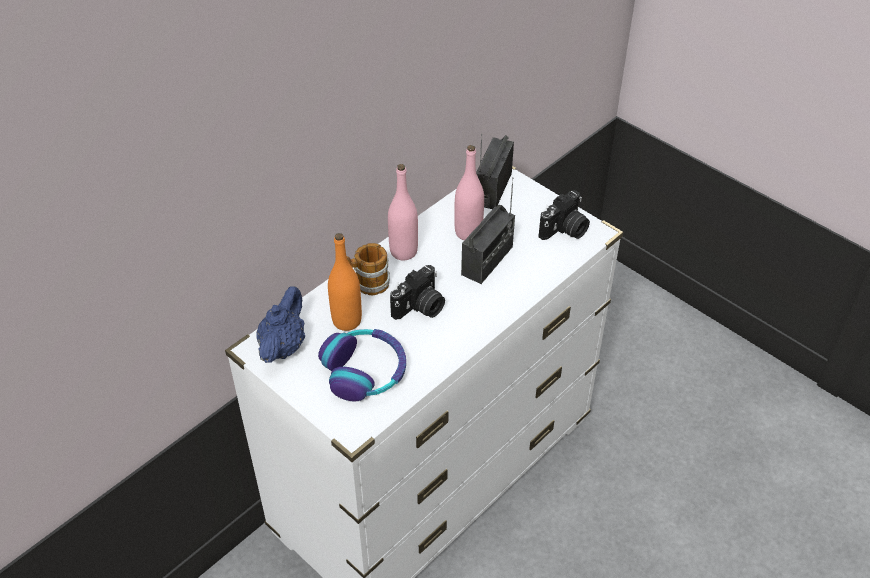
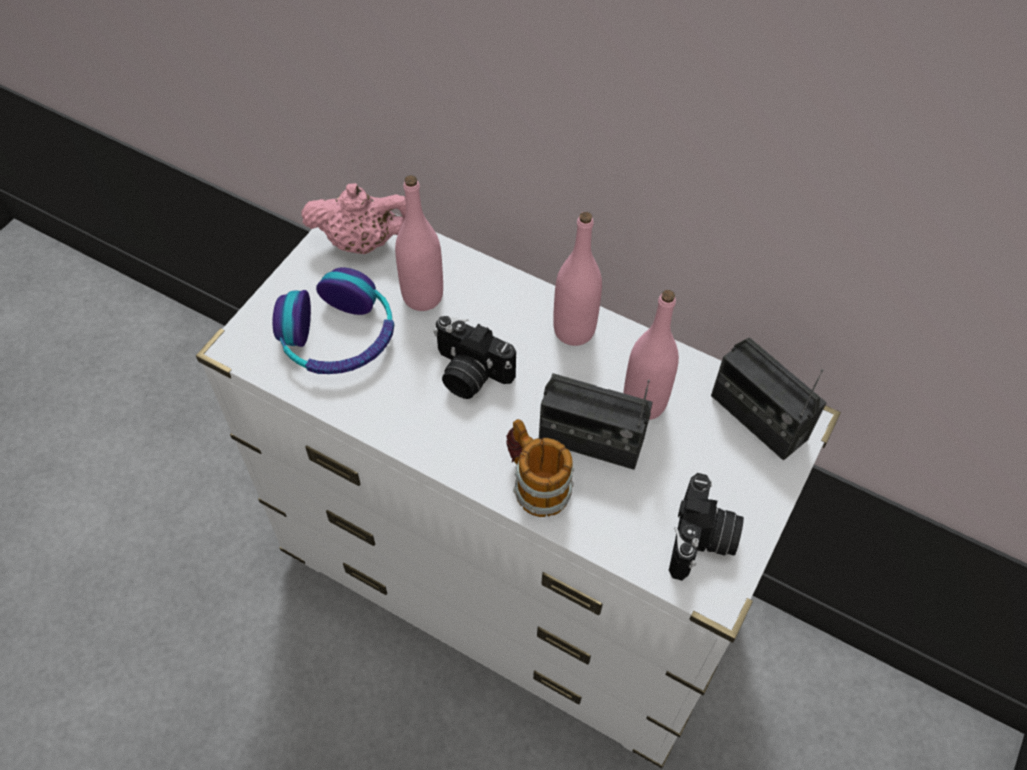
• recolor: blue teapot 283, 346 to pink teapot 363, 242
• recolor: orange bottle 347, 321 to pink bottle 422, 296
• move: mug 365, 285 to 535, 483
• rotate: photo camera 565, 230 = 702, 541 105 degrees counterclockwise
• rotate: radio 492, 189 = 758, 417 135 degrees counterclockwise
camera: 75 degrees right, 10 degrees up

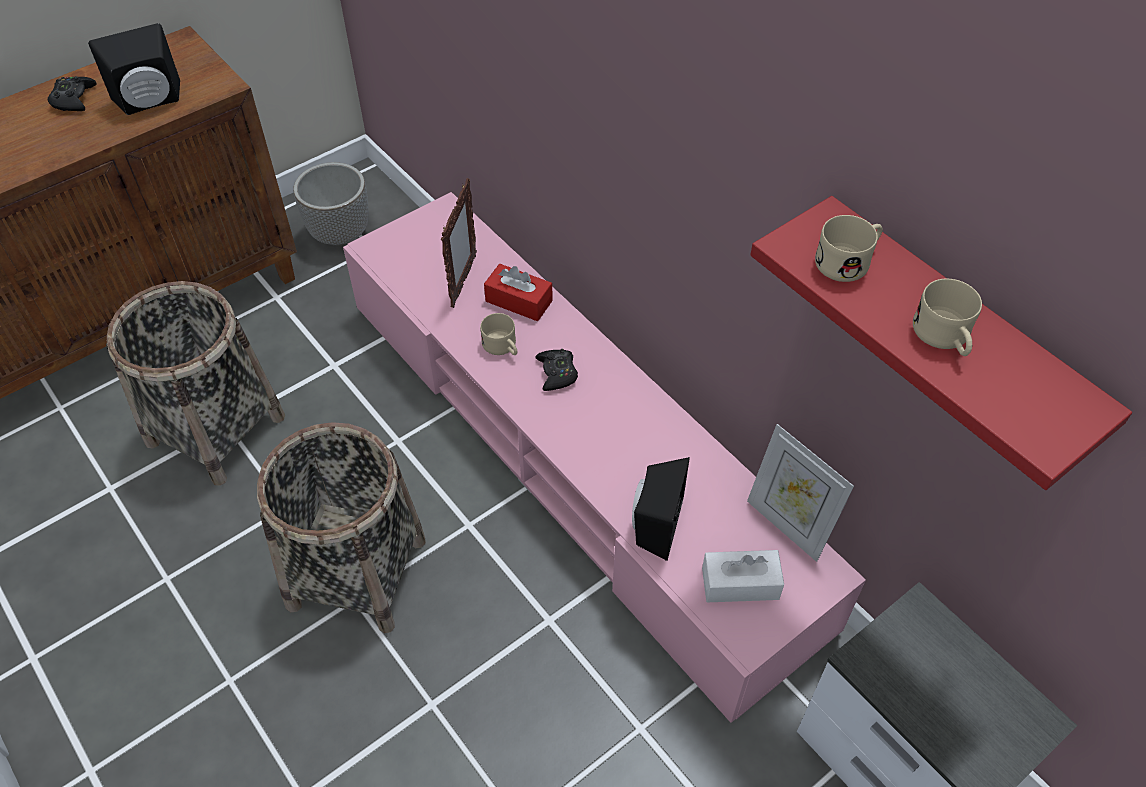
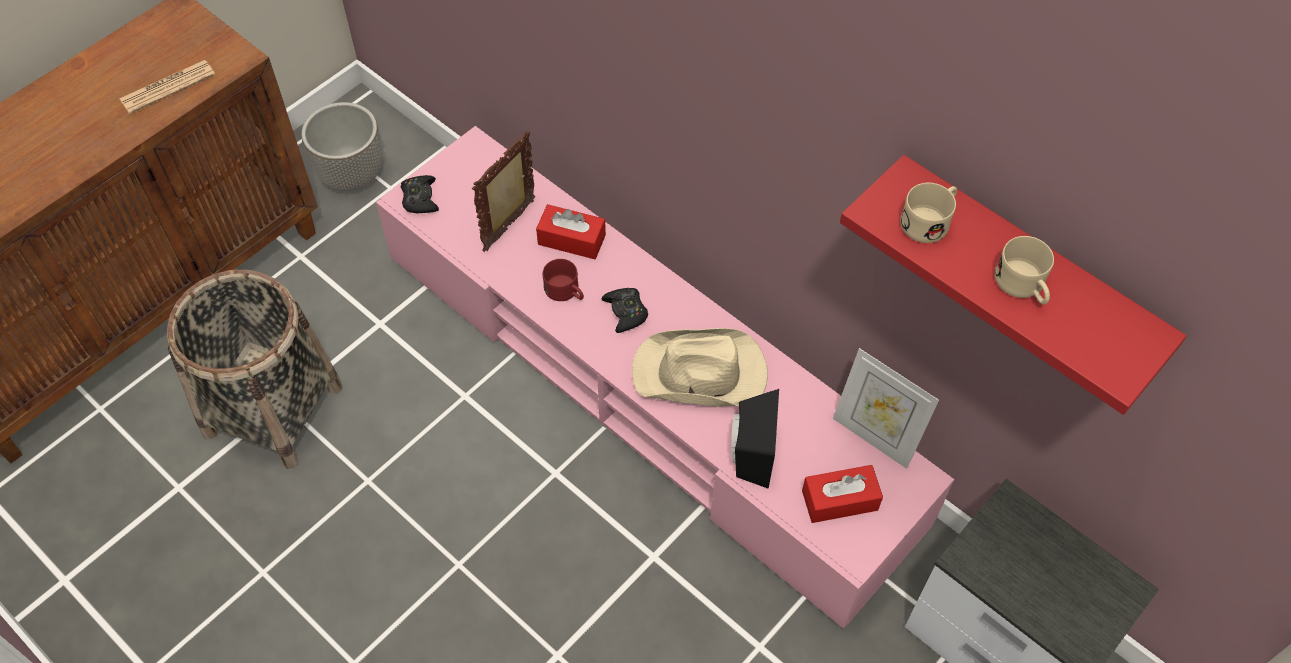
• replace: black speaker 151, 103 to newspaper 168, 87
• move: black game controller 74, 99 to 420, 198
• rotate: picture frame 463, 281 = 510, 225 150 degrees counterclockwise
• recolor: beige mug 502, 347 to red mug 566, 292
• insert: beige hat 701, 374
• recolor: white tissue box 740, 583 to red tissue box 839, 500
• delete: basket 356, 572
camera: 10 degrees left, 5 degrees up

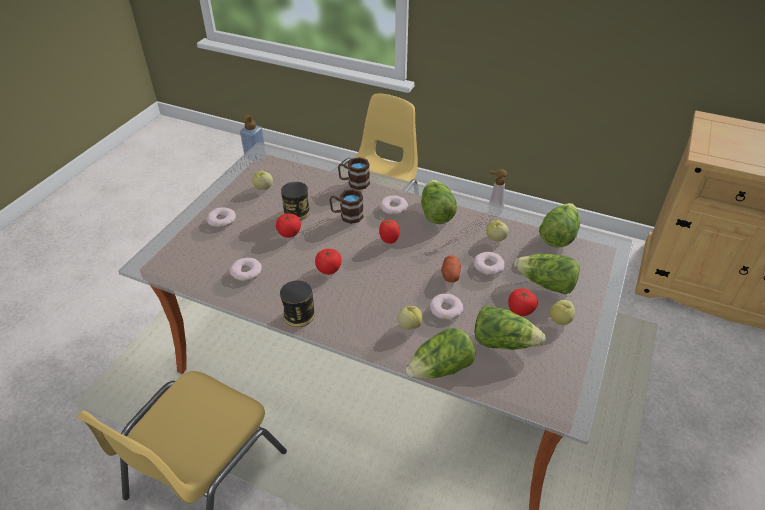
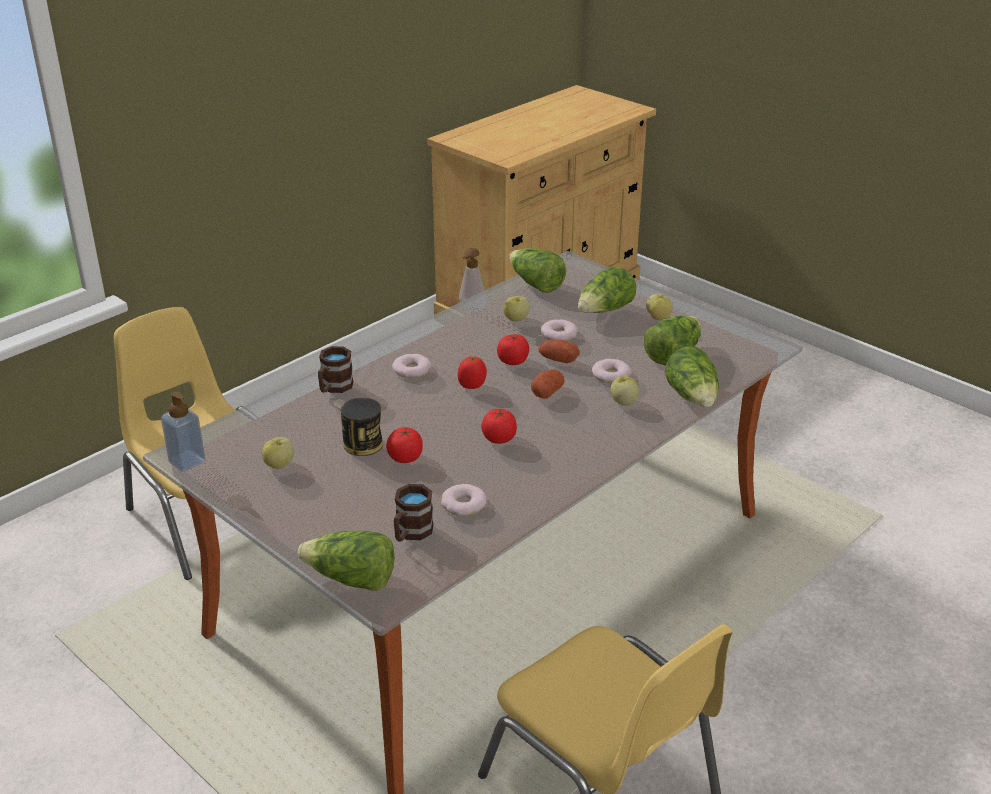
• move: lettuce 436, 212 to 351, 579
• move: brown mug 347, 216 to 410, 533
• move: tomato 520, 310 to 513, 361
• insert: potato 547, 392
• delete: donut 221, 220
• delete: can 299, 315
camera: 70 degrees left, 10 degrees down

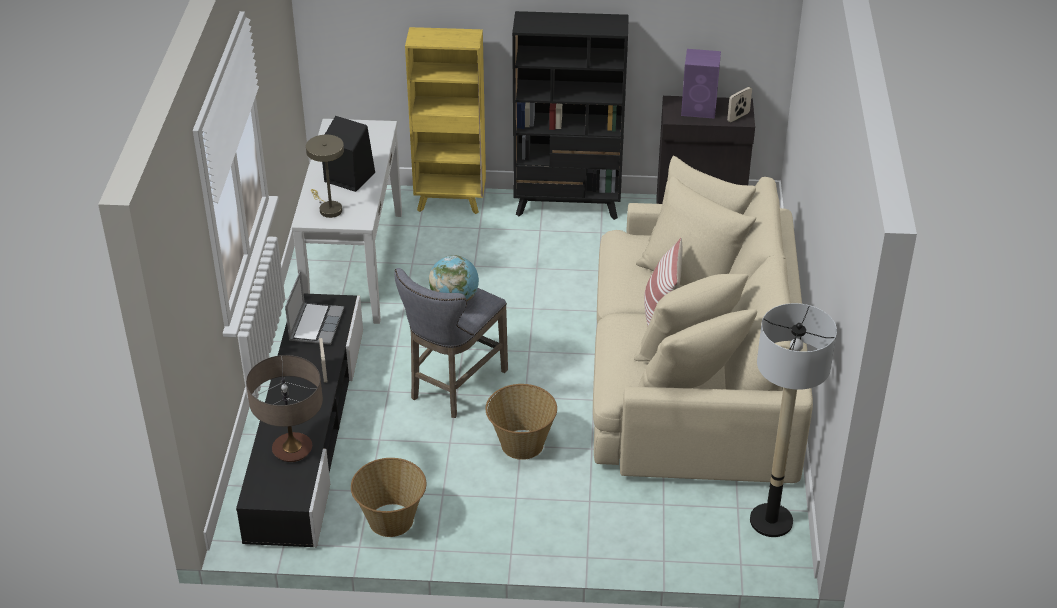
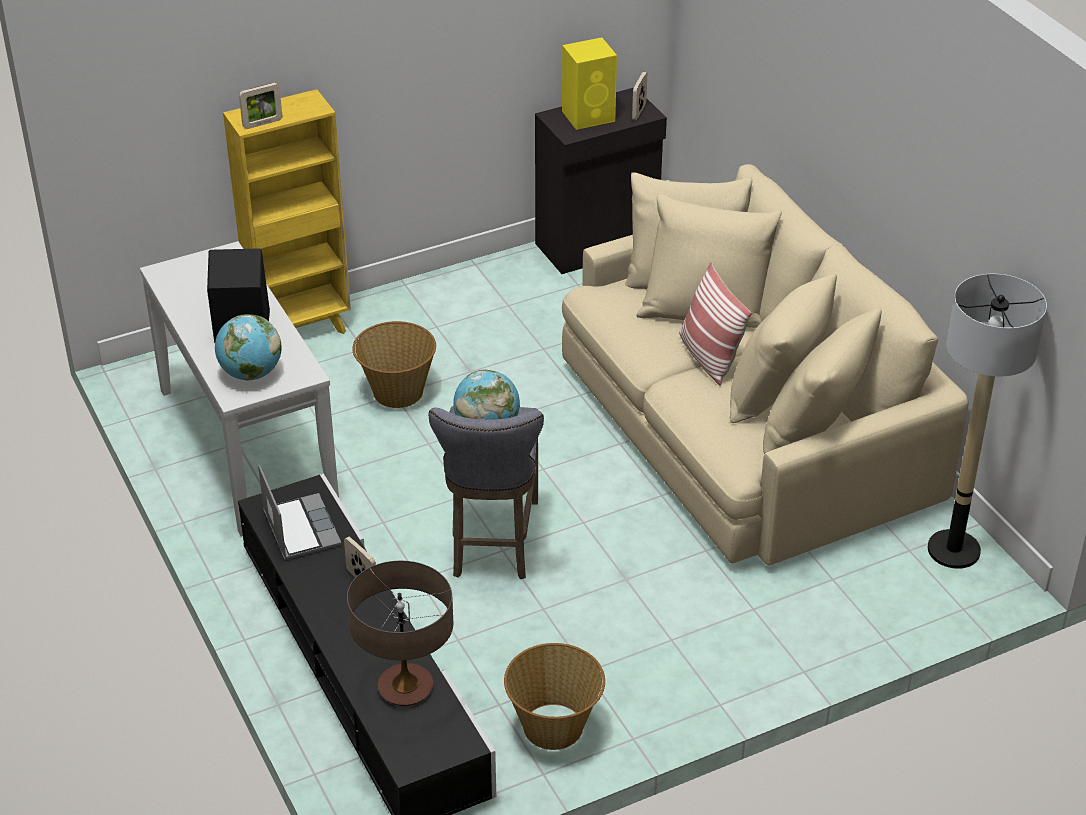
• replace: beige table lamp 328, 208 to globe 250, 373
• insert: picture frame 262, 123
• move: basket 521, 444 to 397, 392
• recolor: purple speaker 699, 109 to yellow speaker 589, 116
• delete: black bookcase 568, 205
camera: 30 degrees left, 0 degrees up

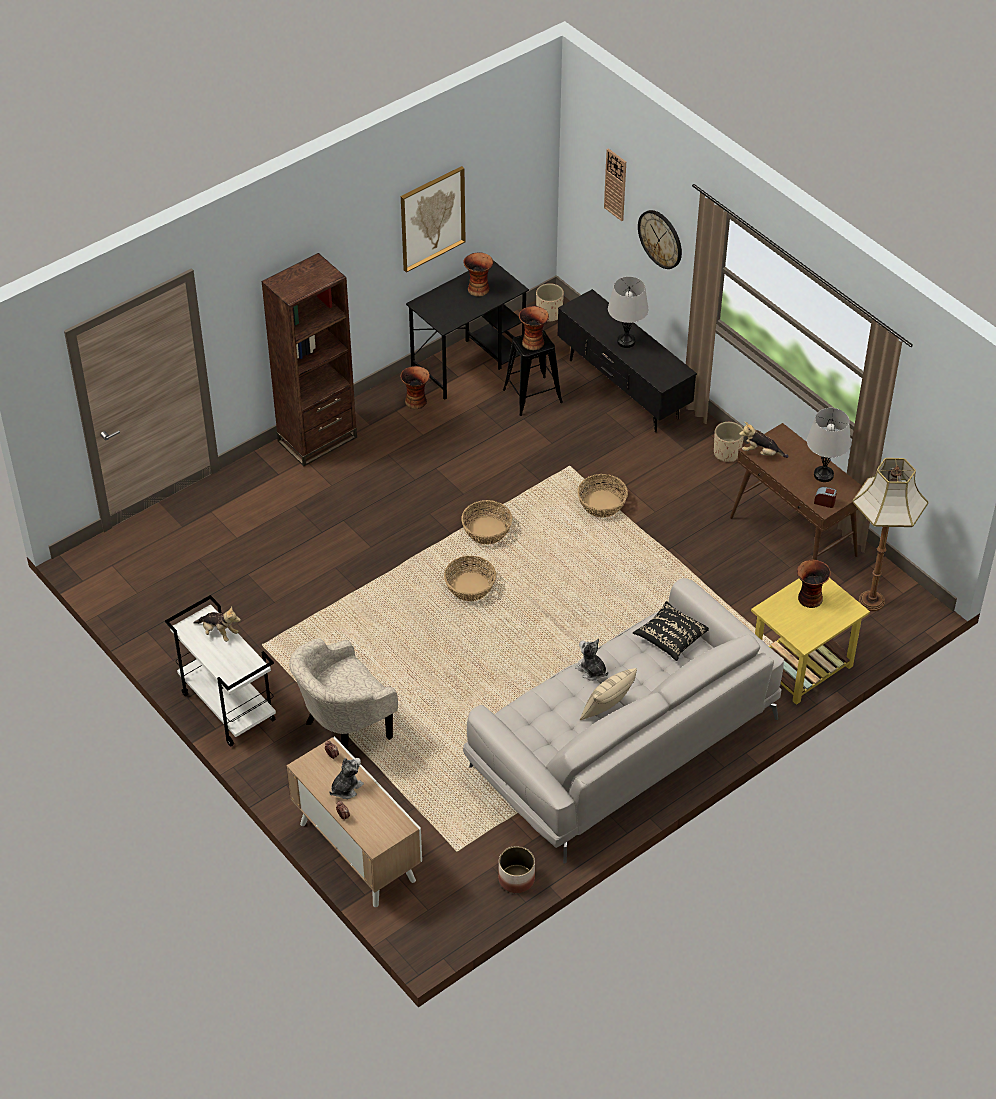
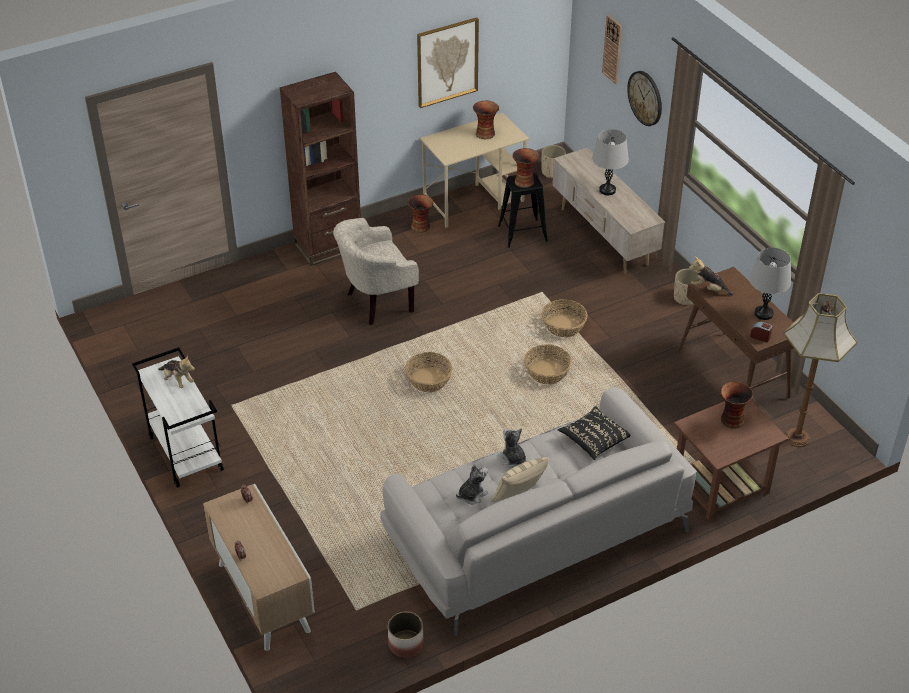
• move: beige armchair 344, 732 to 376, 303
• recolor: black desk 469, 362 to beige desk 474, 201
• move: plush toy 346, 788 to 472, 495
• move: basket 487, 530 to 547, 372
• recolor: black tv stand 623, 389 to beige tv stand 603, 237
• recolor: yellow side table 801, 666 to brown side table 719, 486
camera: 10 degrees right, 5 degrees down

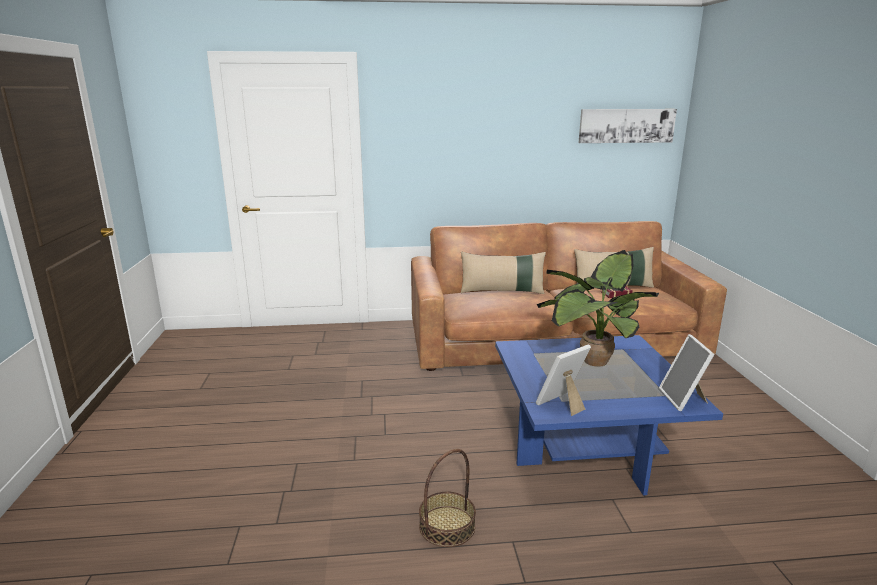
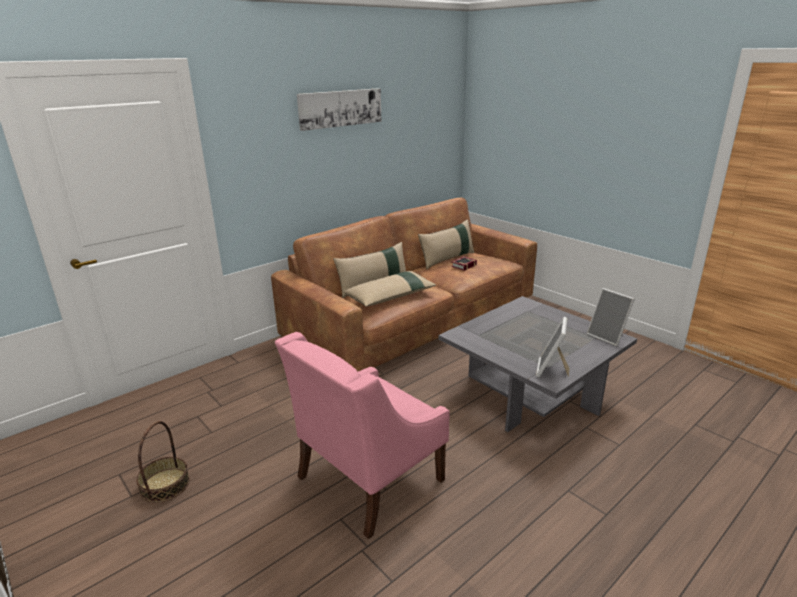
• move: basket 447, 526 to 165, 485
• insert: pink armchair 368, 478
• move: picture 626, 125 to 340, 108
• insert: beige pillow 391, 296
• recolor: blue coffee table 587, 444 to grey coffee table 530, 394
• delete: potted plant 590, 361
camera: 35 degrees left, 5 degrees up

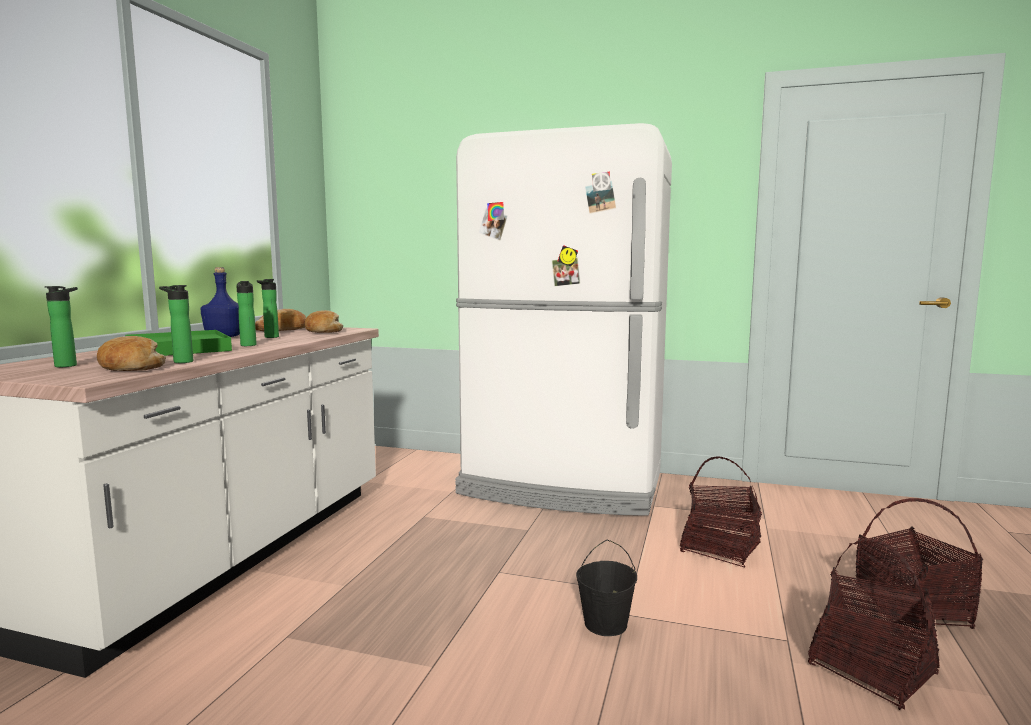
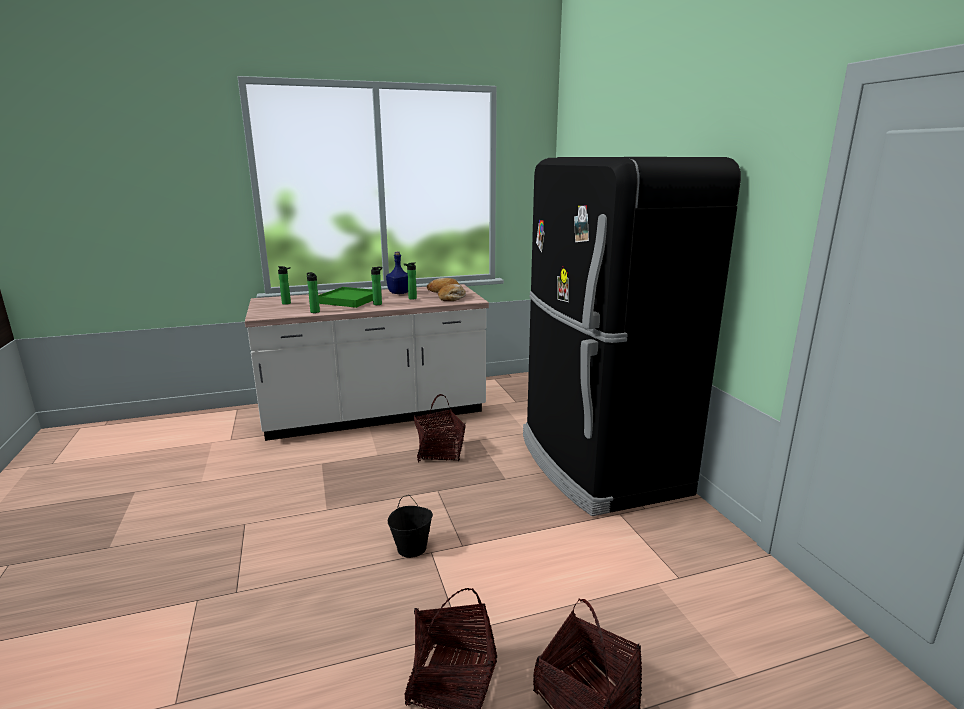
• move: basket 720, 548 to 439, 452
• recolor: white fridge 563, 485 to black fridge 598, 464
• delete: bread 130, 368
camera: 55 degrees right, 10 degrees up

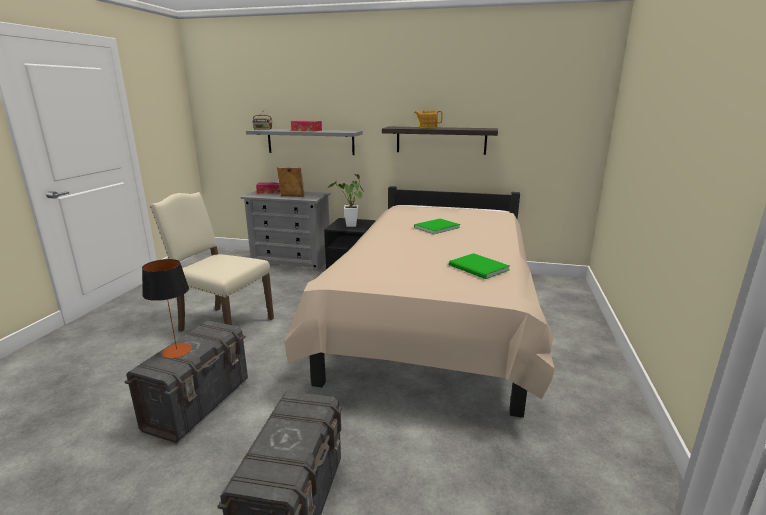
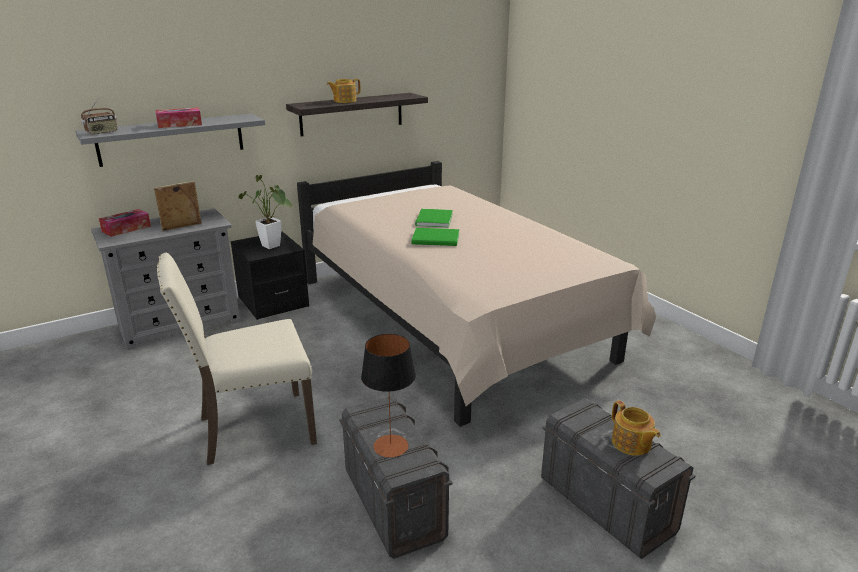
• move: green book 479, 268 to 437, 239
• insert: teapot 631, 444
camera: 45 degrees left, 5 degrees up

